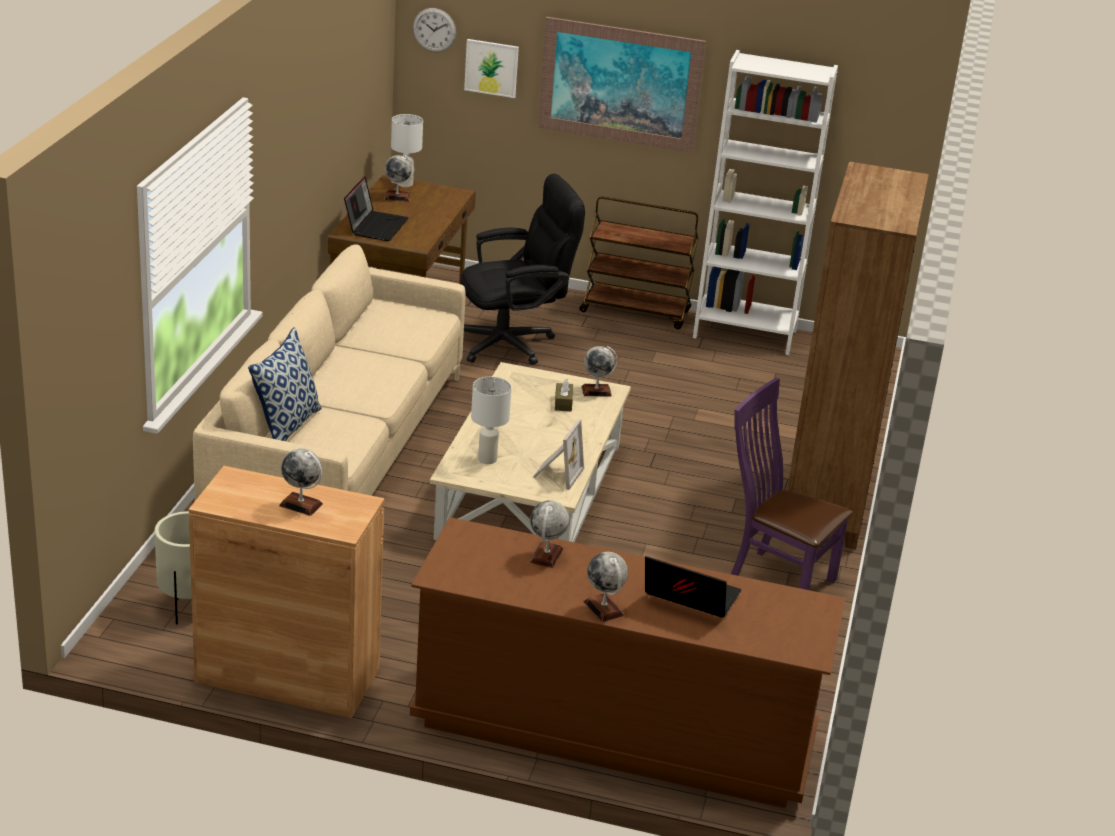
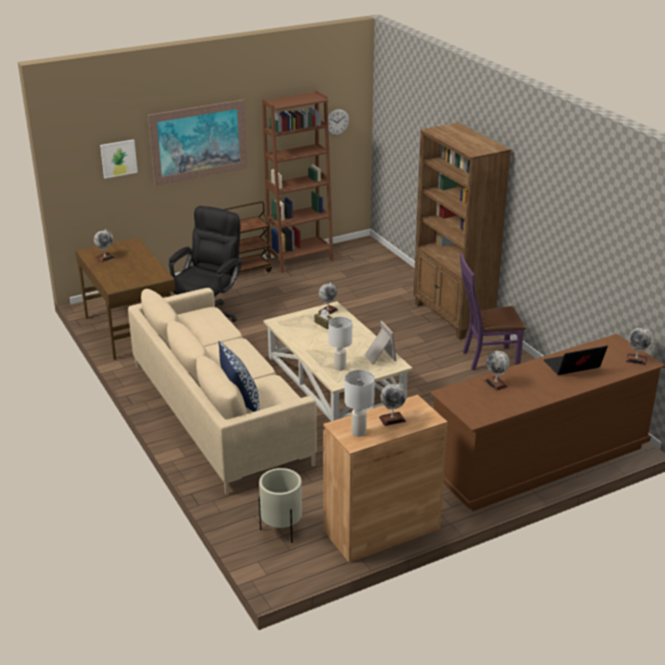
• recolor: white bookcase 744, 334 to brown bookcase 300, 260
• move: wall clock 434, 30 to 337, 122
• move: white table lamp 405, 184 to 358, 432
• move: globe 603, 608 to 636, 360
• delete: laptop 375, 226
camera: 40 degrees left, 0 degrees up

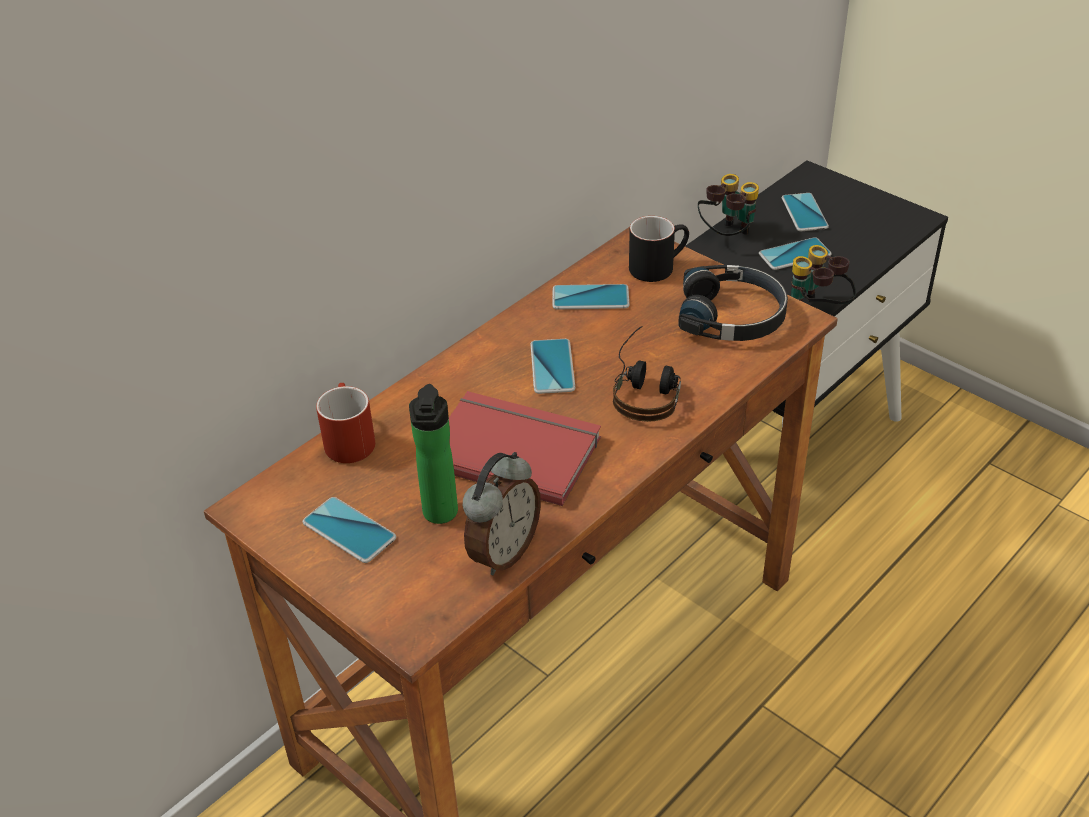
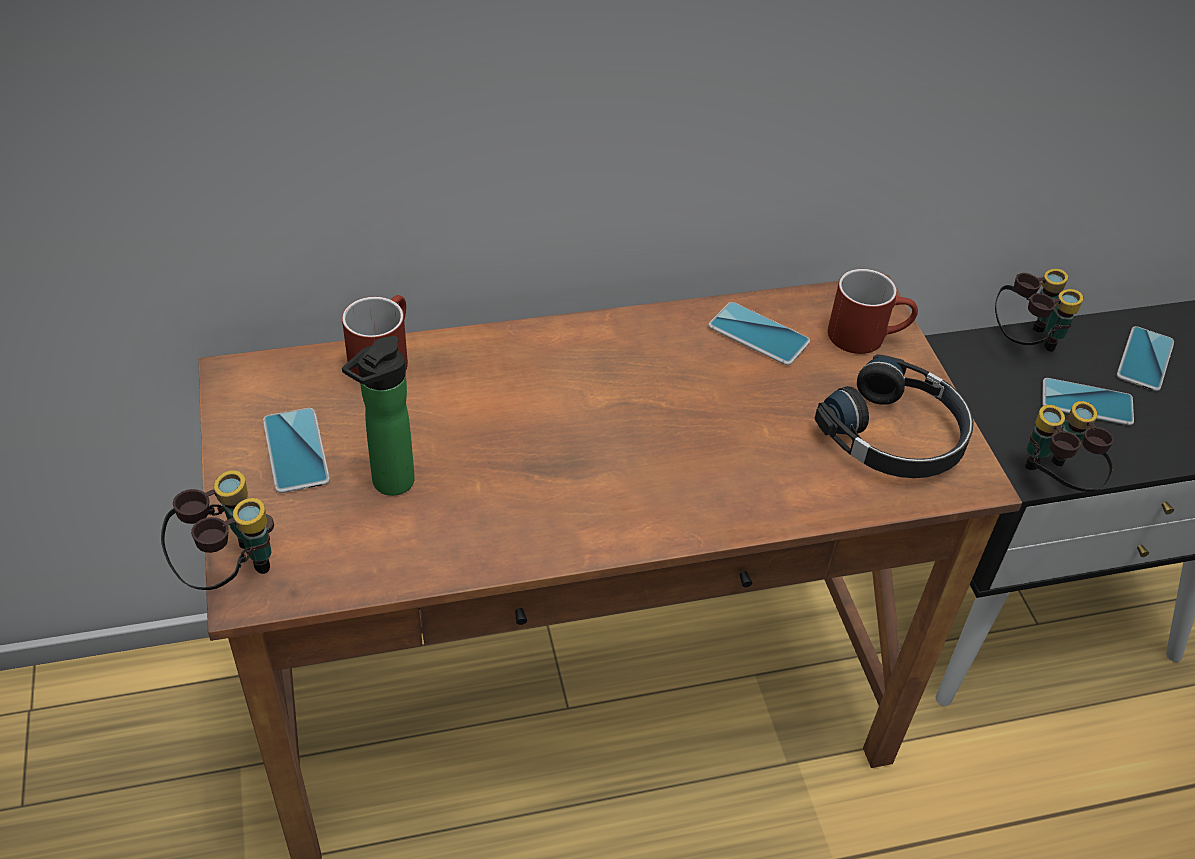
• insert: binoculars 228, 569
• recolor: black mug 658, 266 to red mug 867, 335
• delete: red book 514, 449
• delete: alarm clock 502, 552
• delete: phone 552, 367
• delete: headphones 647, 388
camera: 30 degrees right, 5 degrees up

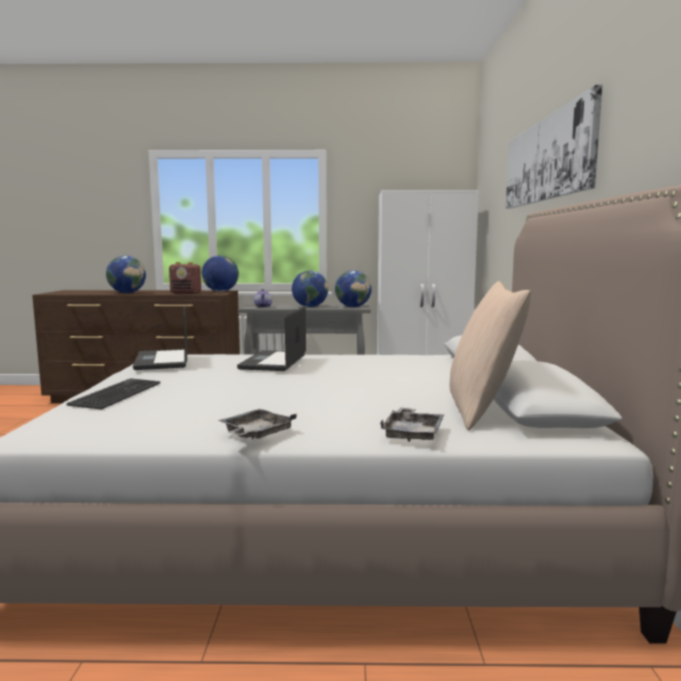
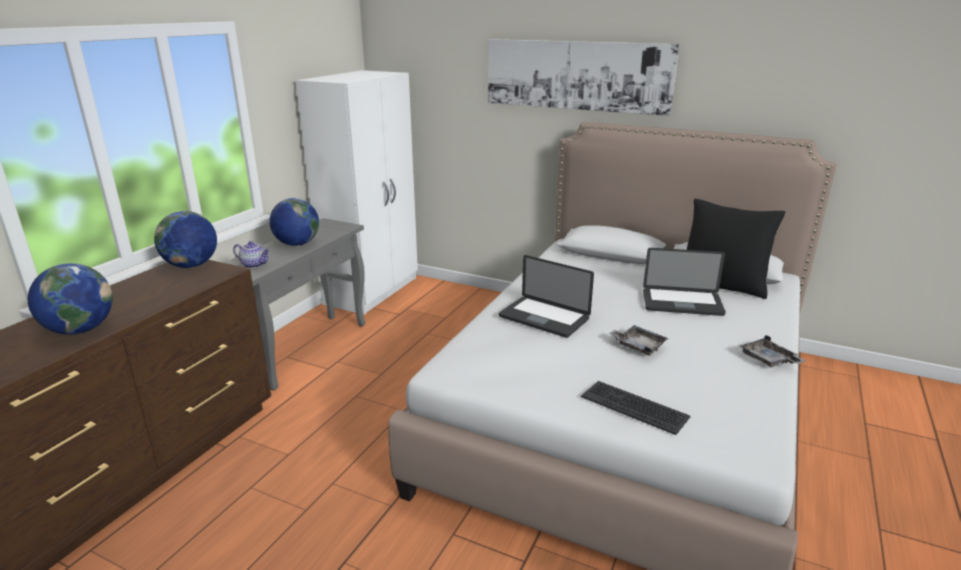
• move: grey tray 412, 434 to 638, 346
• move: laptop 162, 361 to 682, 303
• recolor: beige pillow 481, 409 to black pillow 722, 284
• delete: radio 186, 293
• delete: globe 353, 307
camera: 65 degrees left, 15 degrees up

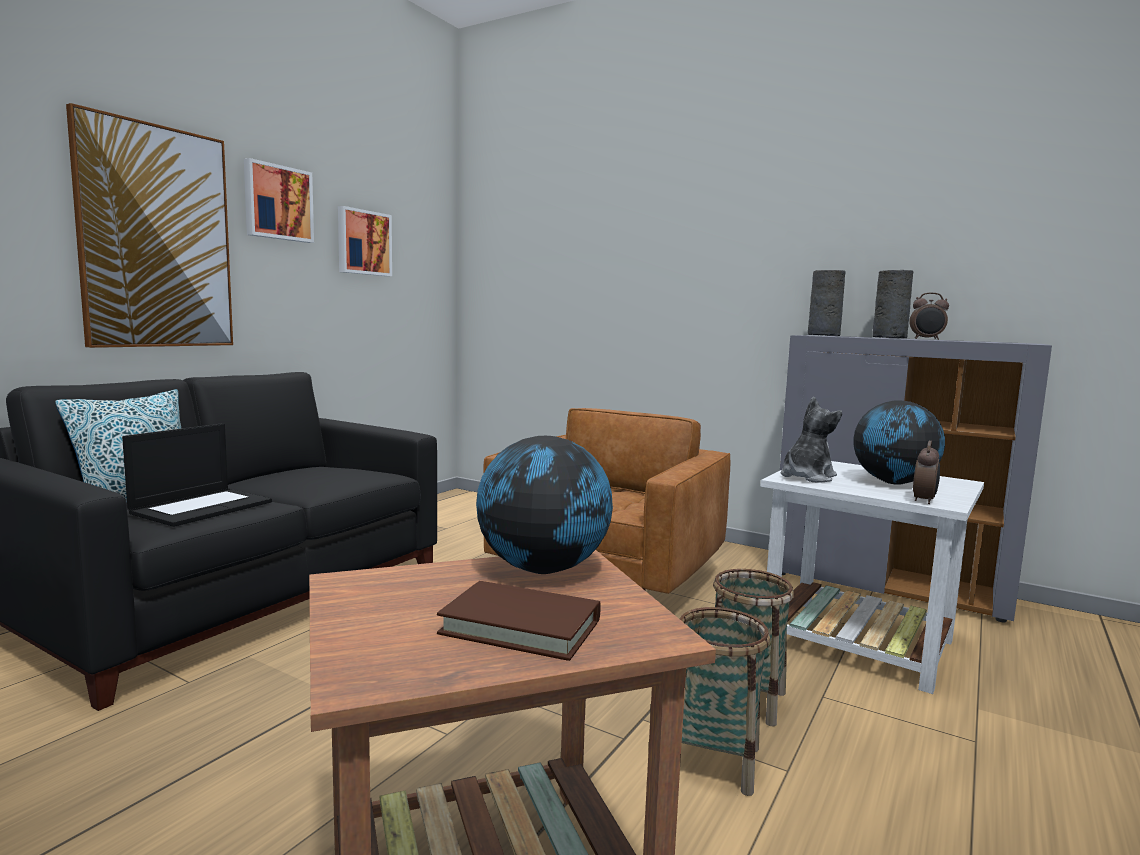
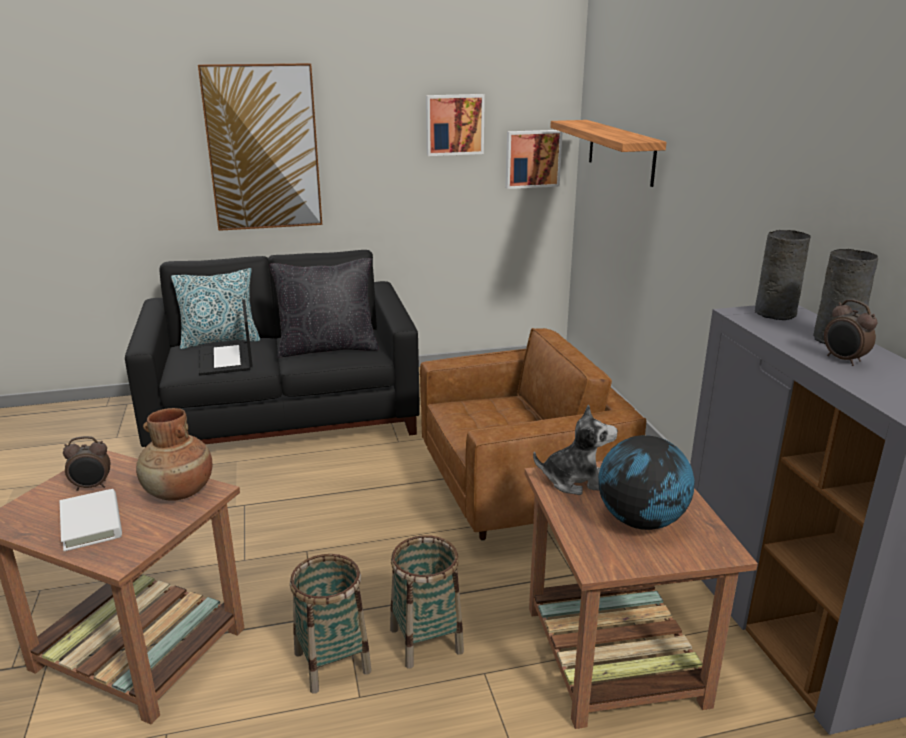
• recolor: brown book 521, 626 to white book 91, 523
• move: alarm clock 924, 500 to 92, 487
• replace: globe 543, 569 to brown vase 179, 492
• rotate: laptop 202, 507 = 226, 359 90 degrees clockwise
• insert: black pillow 327, 348
• move: picture 277, 203 to 532, 158
• recolor: white side table 855, 641 to brown side table 613, 652
• insert: shelf 621, 151
camera: 45 degrees right, 15 degrees up

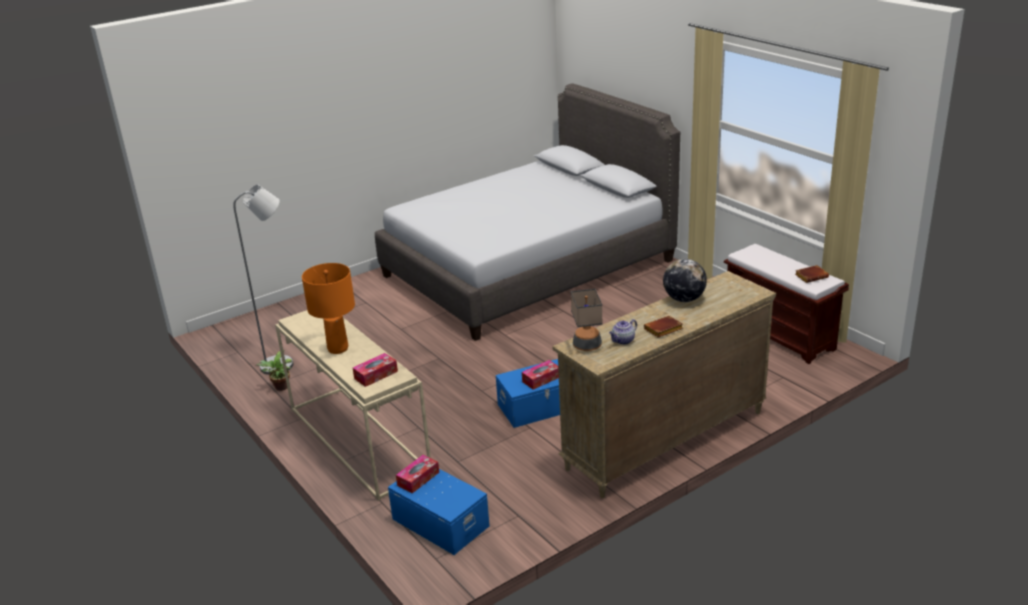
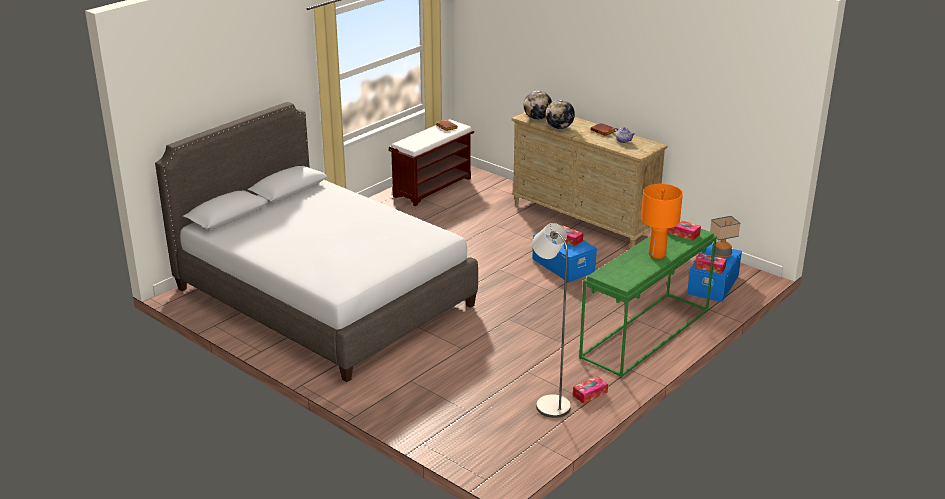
• insert: globe 537, 118
• replace: potted plant 280, 388 to tissue box 590, 394
• recolor: beige console table 356, 441 to green console table 646, 335
• move: table lamp 587, 346 to 721, 254
camera: 105 degrees left, 0 degrees up

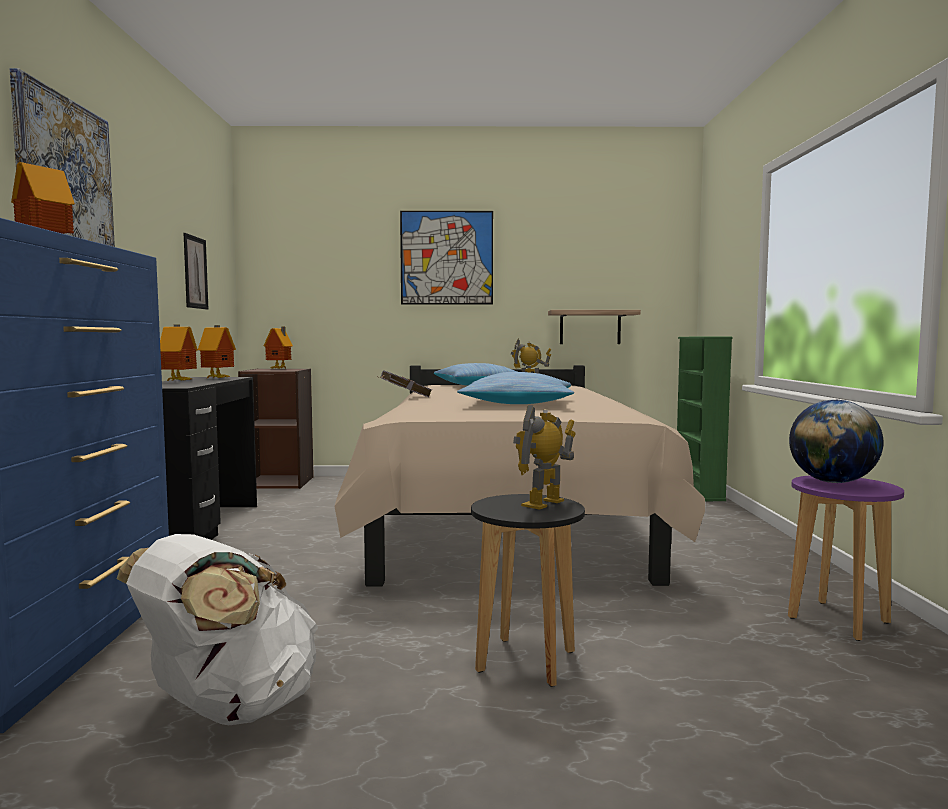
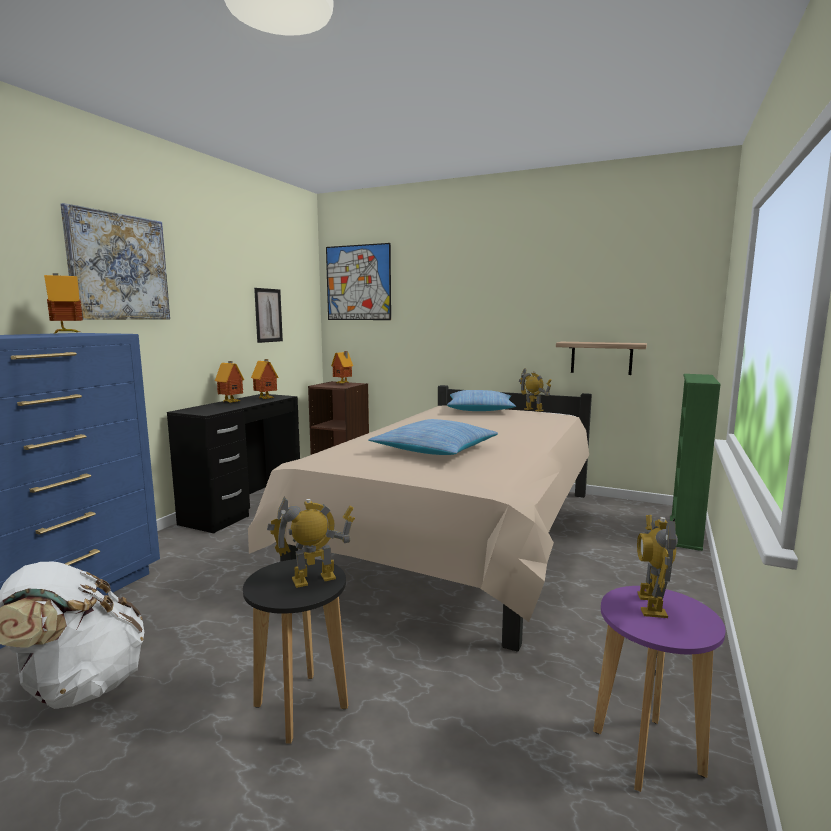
• move: picture 446, 258 to 358, 283
• replace: globe 832, 482 to toy robot 651, 605
• delete: grey book 403, 397
camera: 25 degrees right, 5 degrees up

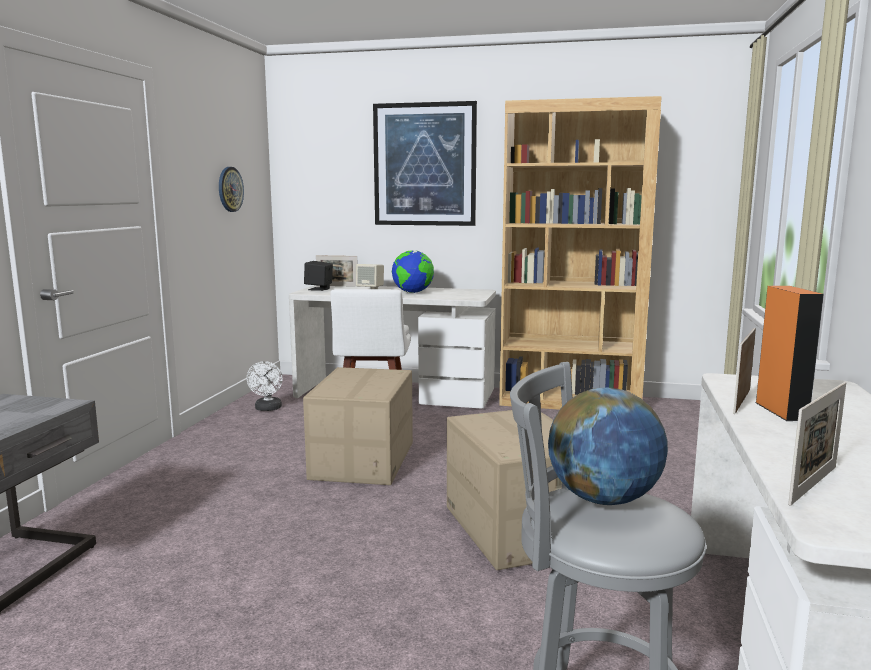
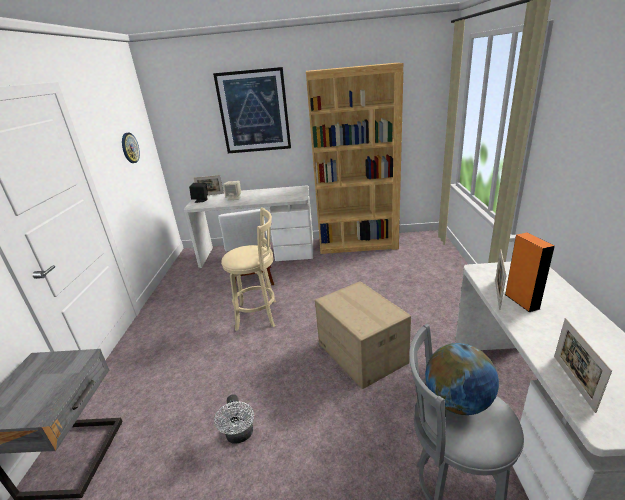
• move: white fan 267, 409 to 240, 435
• replace: cardboard box 364, 461 to beige stool 259, 315
• rotate: picture frame 813, 485 = 573, 382 150 degrees clockwise
• delete: globe 413, 293
camera: 10 degrees left, 15 degrees up

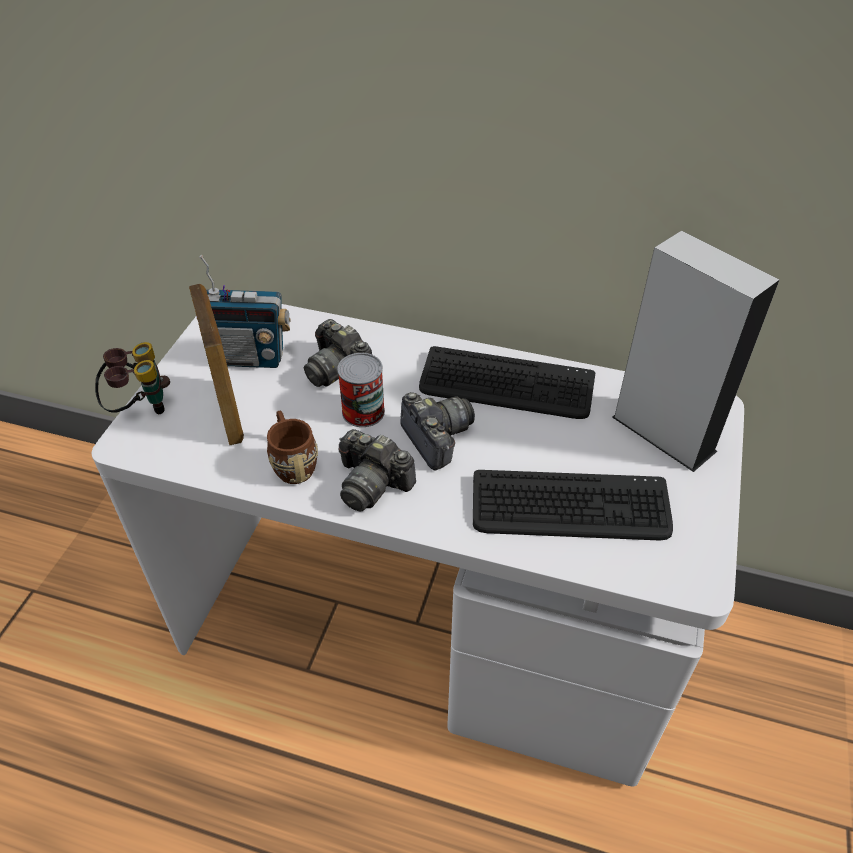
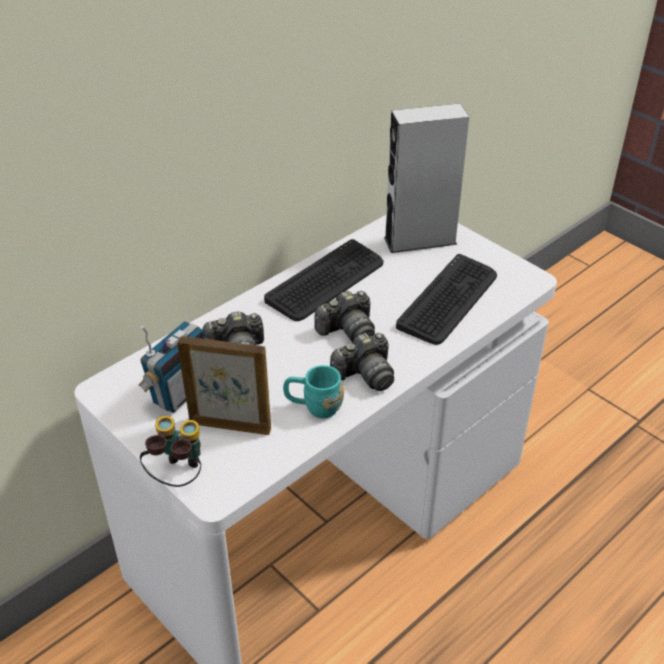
• recolor: brown mug 292, 462 to turquoise mug 314, 407
• rotate: photo camera 436, 438 = 348, 331 150 degrees clockwise
• delete: can 363, 411
camera: 60 degrees left, 5 degrees down

